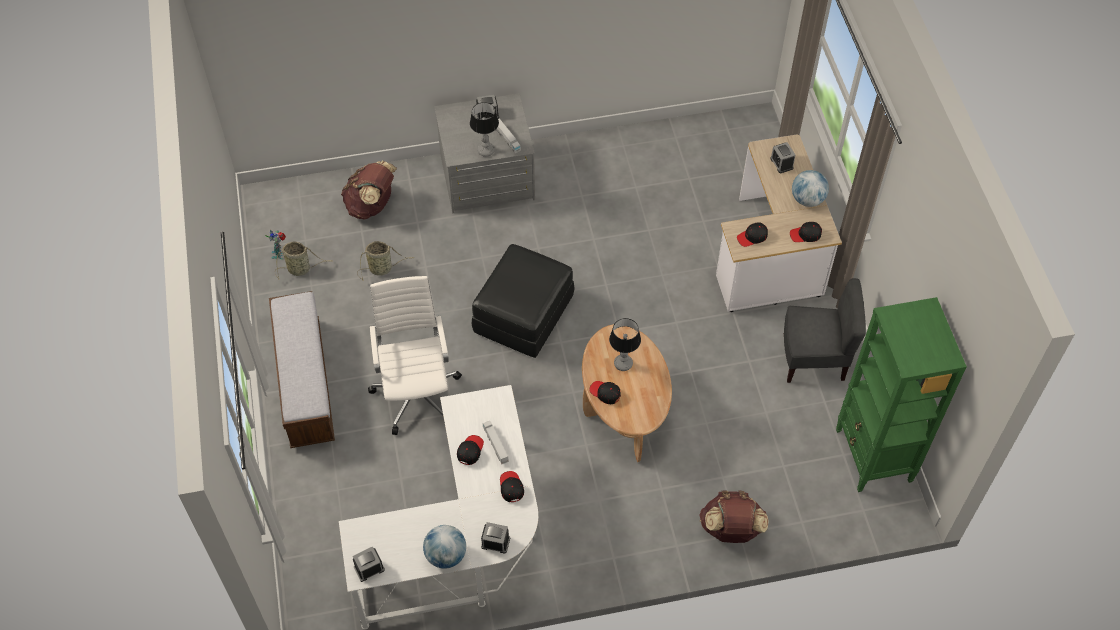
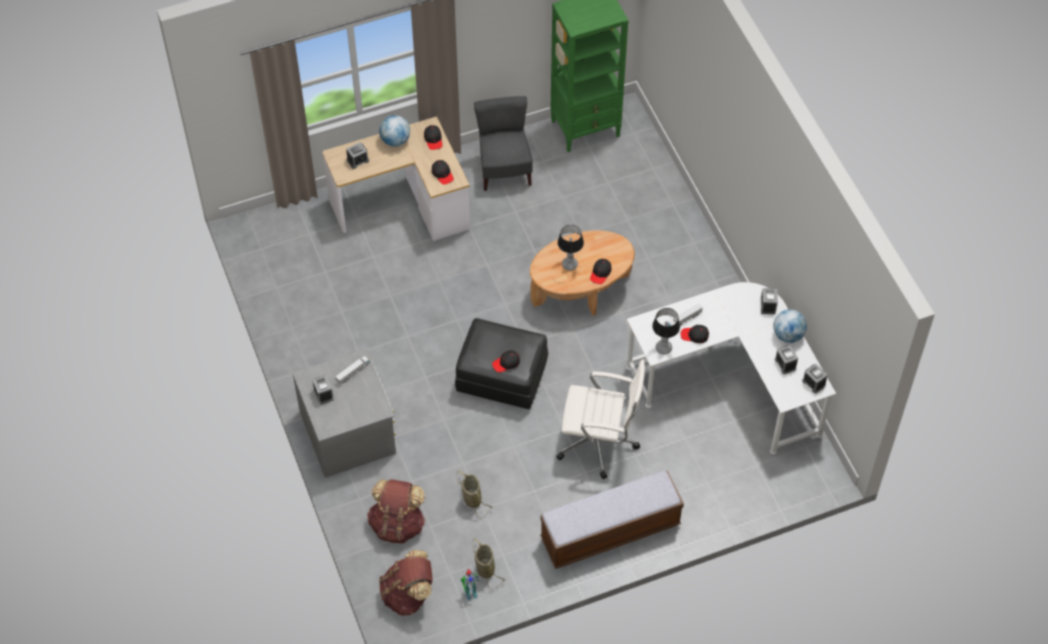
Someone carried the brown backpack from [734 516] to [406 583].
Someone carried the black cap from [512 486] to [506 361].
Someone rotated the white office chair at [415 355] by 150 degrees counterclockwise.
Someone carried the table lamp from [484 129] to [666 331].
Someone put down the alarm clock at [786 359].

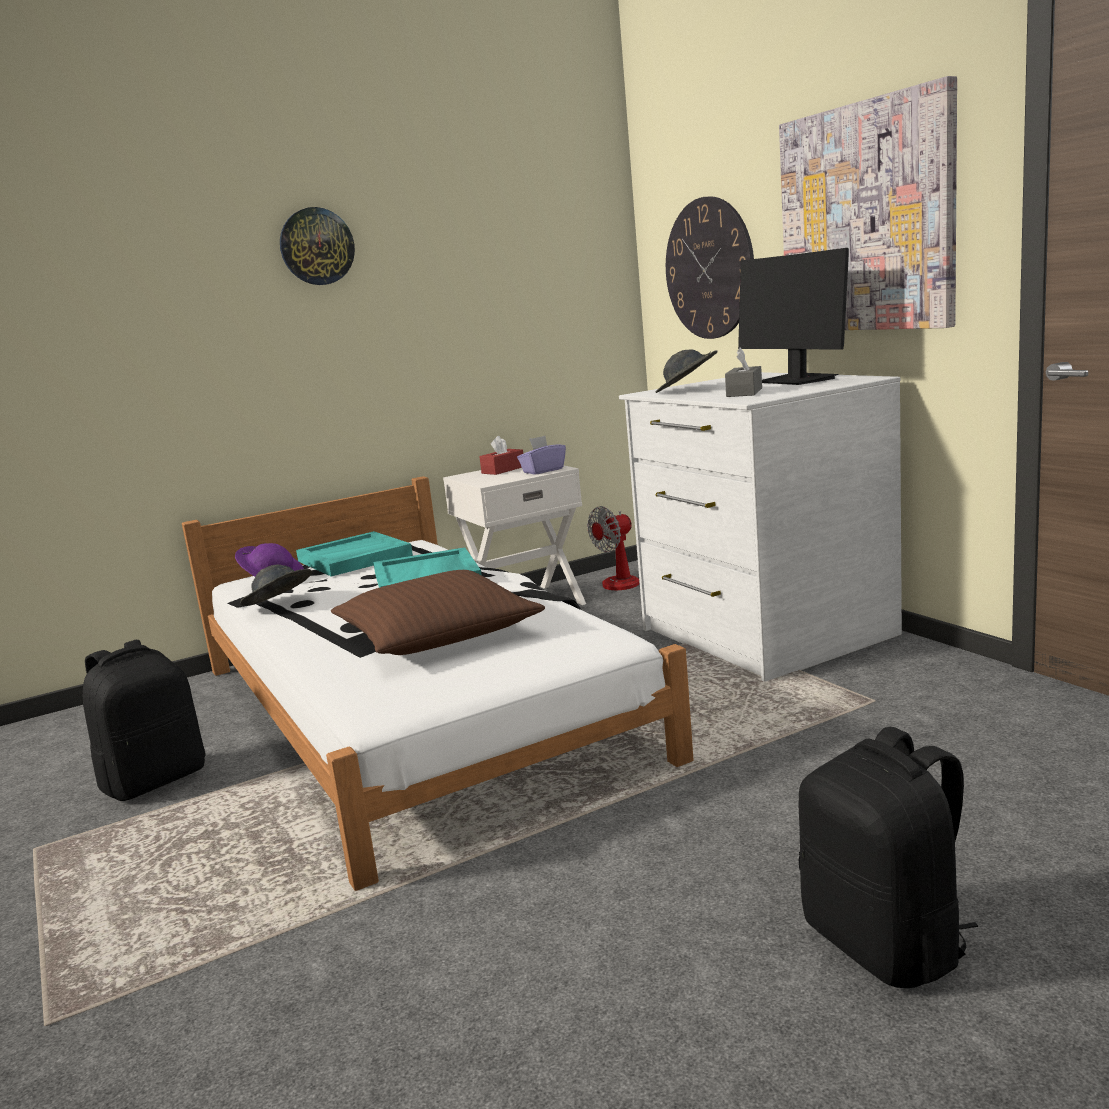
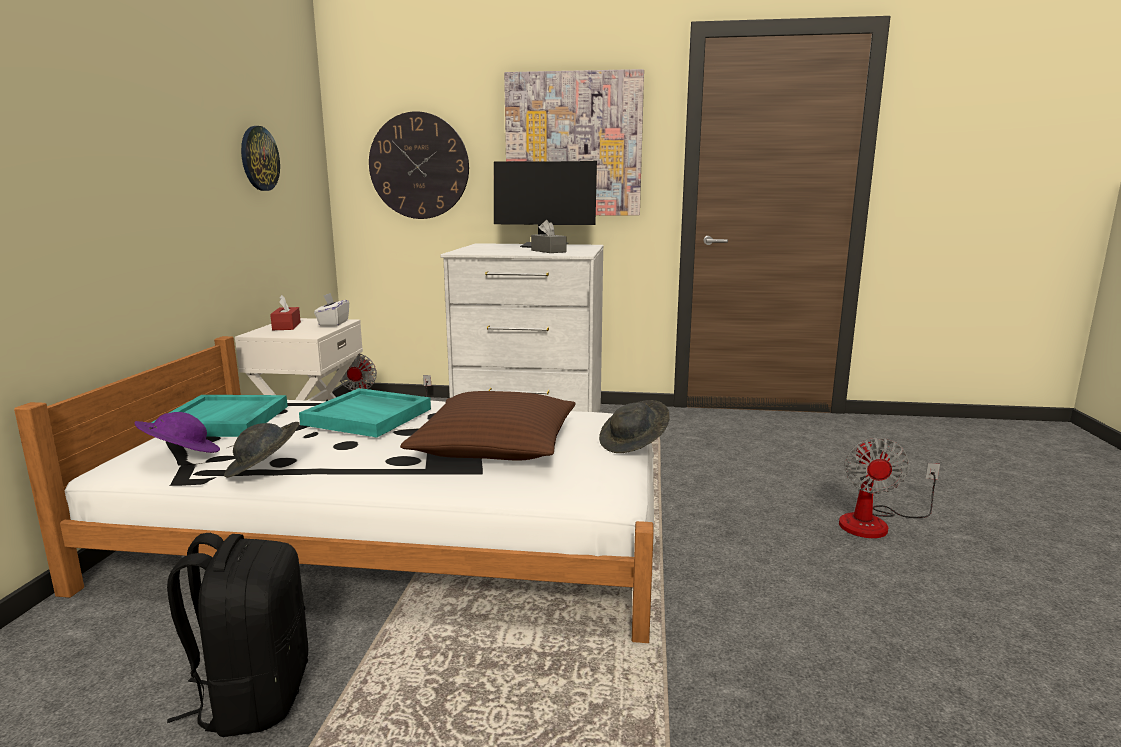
Someone carried the wall clock from [317 246] to [260 158].
Someone repainted the purple tissue box at [541 455], which became the white tissue box at [331 309].
Someone carried the grey hat from [687 371] to [634 426].
Someone swapped the black backpack at [888 857] for the fan at [889 487].

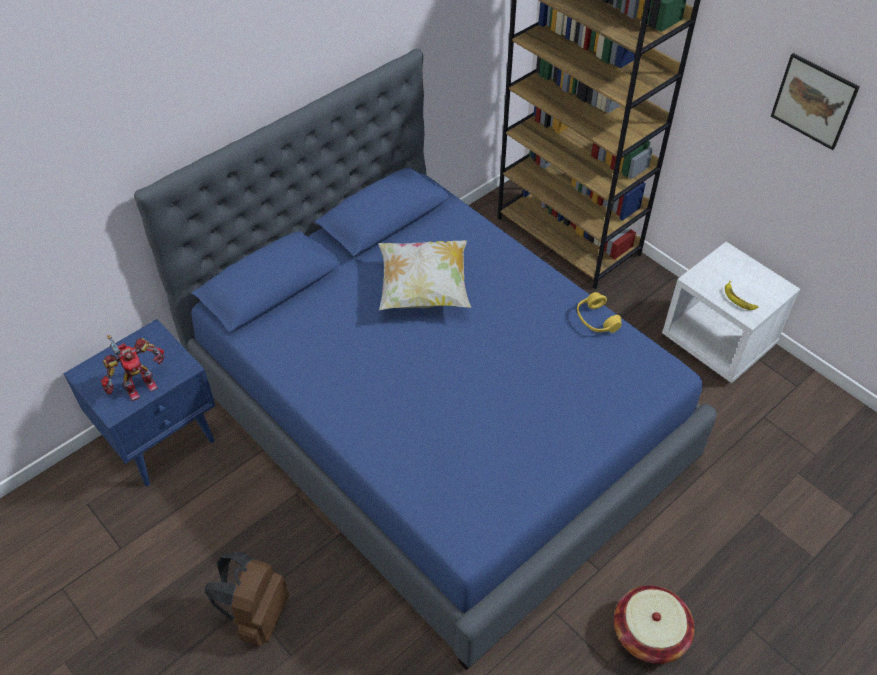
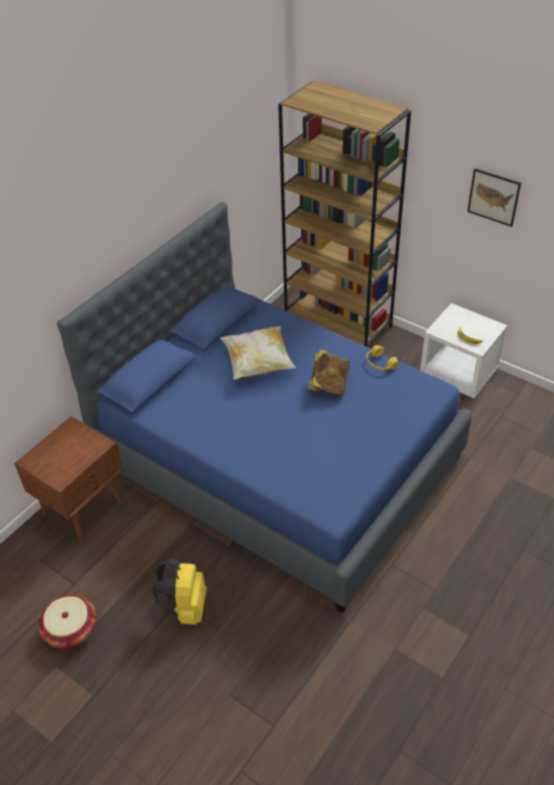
Someone repainted the blue nightstand at [139 403], which became the brown nightstand at [68 478].
Someone carried the basket from [654 625] to [67 621].
Someone repainted the brown backpack at [247 598], which became the yellow backpack at [179 592].
Someone put down the book at [329 373].
Someone took away the toy robot at [133 368].

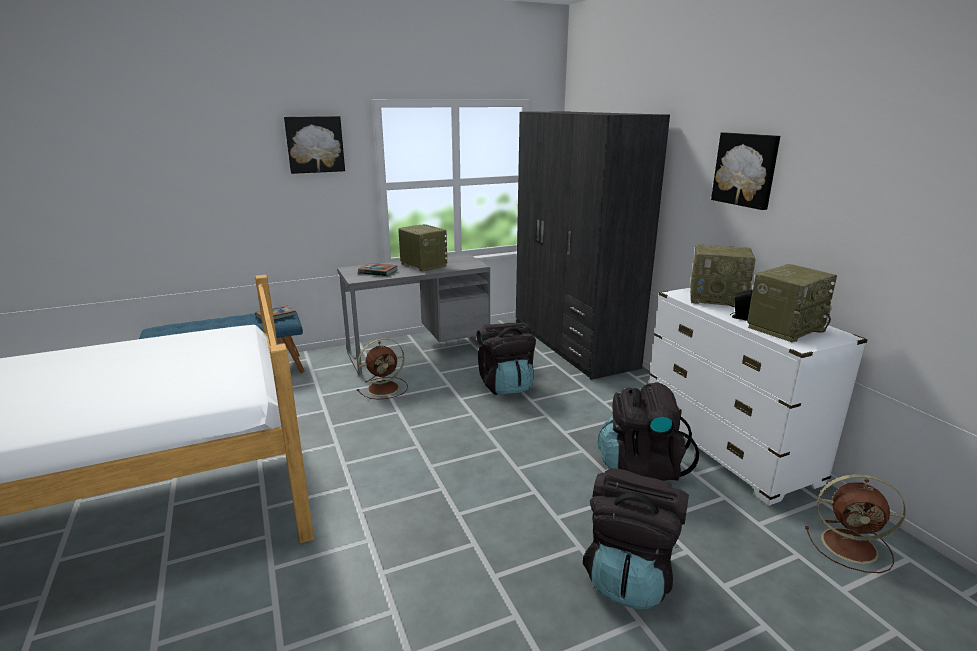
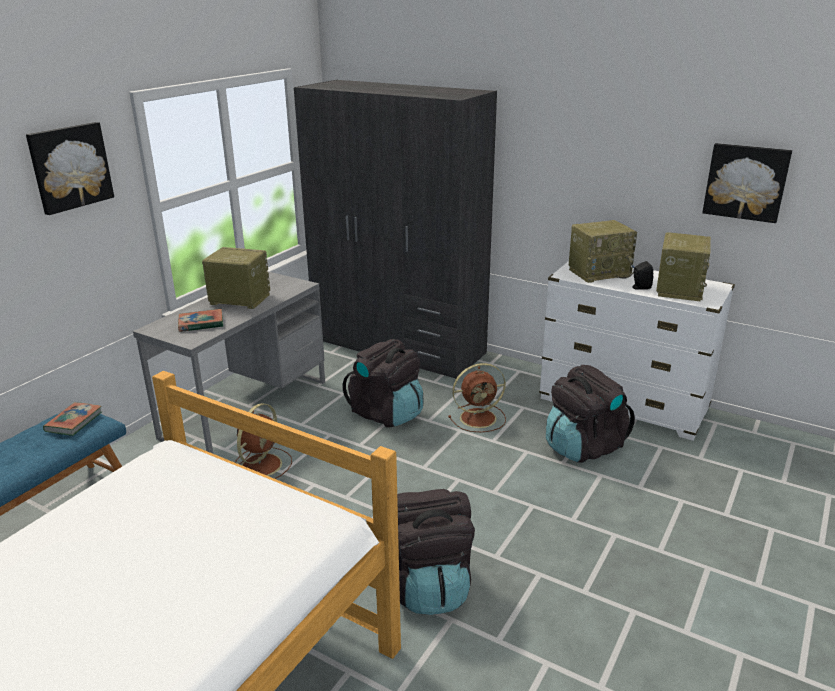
Someone carried the black backpack from [636 538] to [436 552].
Someone carried the brown fan from [855 523] to [477 397].
Someone carried the picture from [745 171] to [747 183].

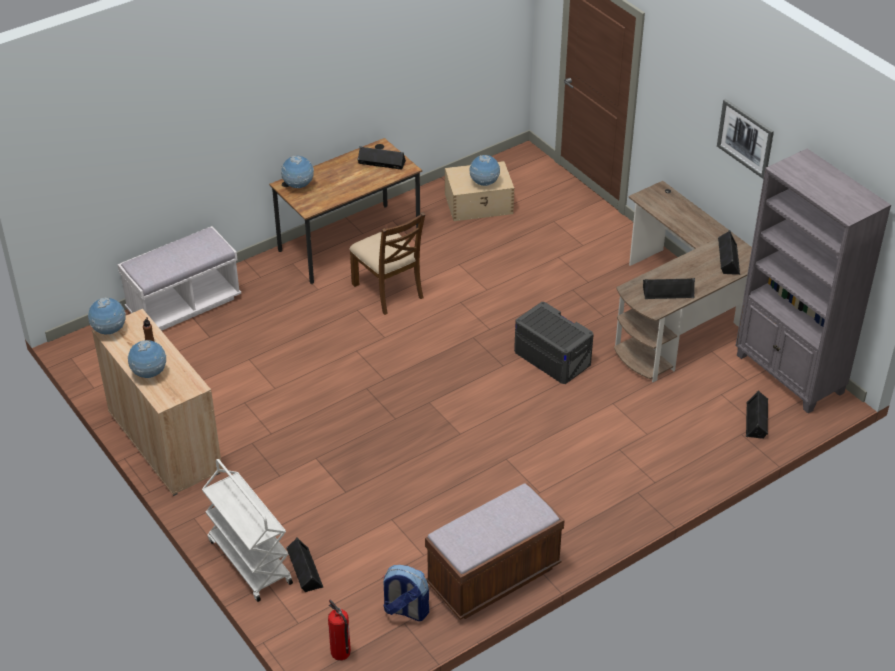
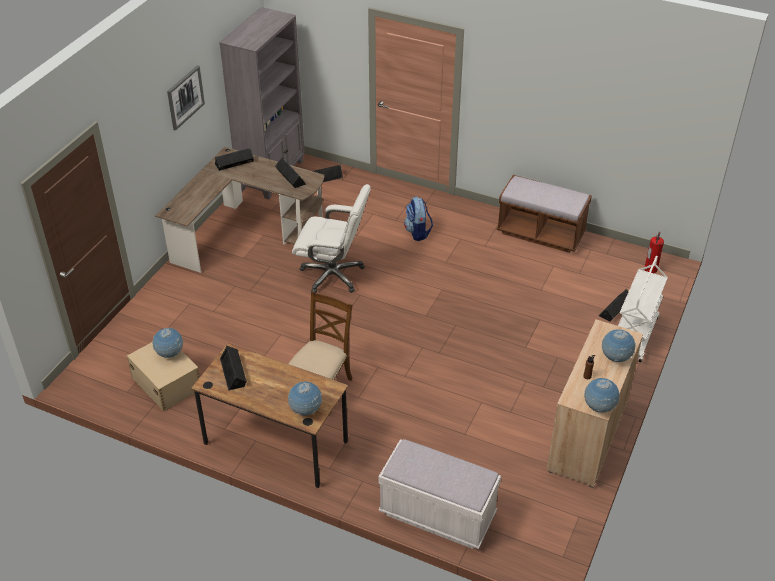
Someone swapped the grey storage box at [554 343] for the white office chair at [331 238].
Someone carried the backpack from [405 593] to [418 218].

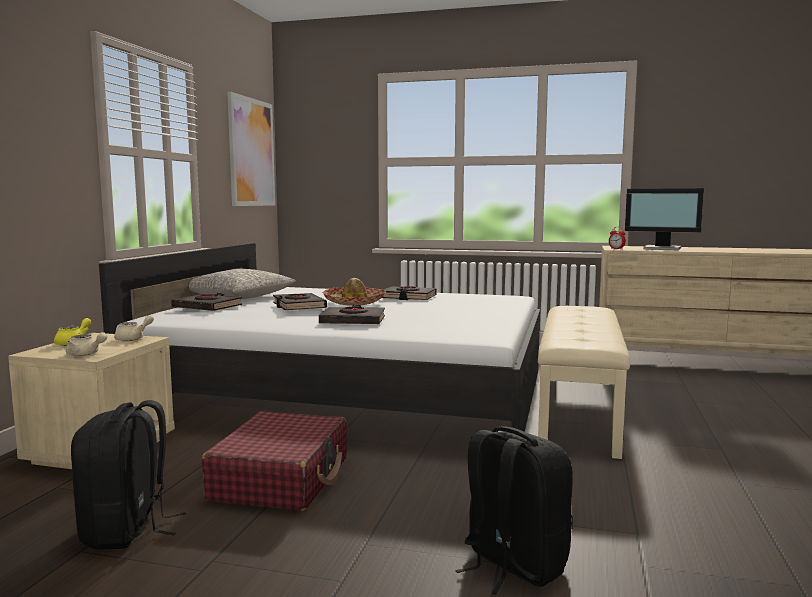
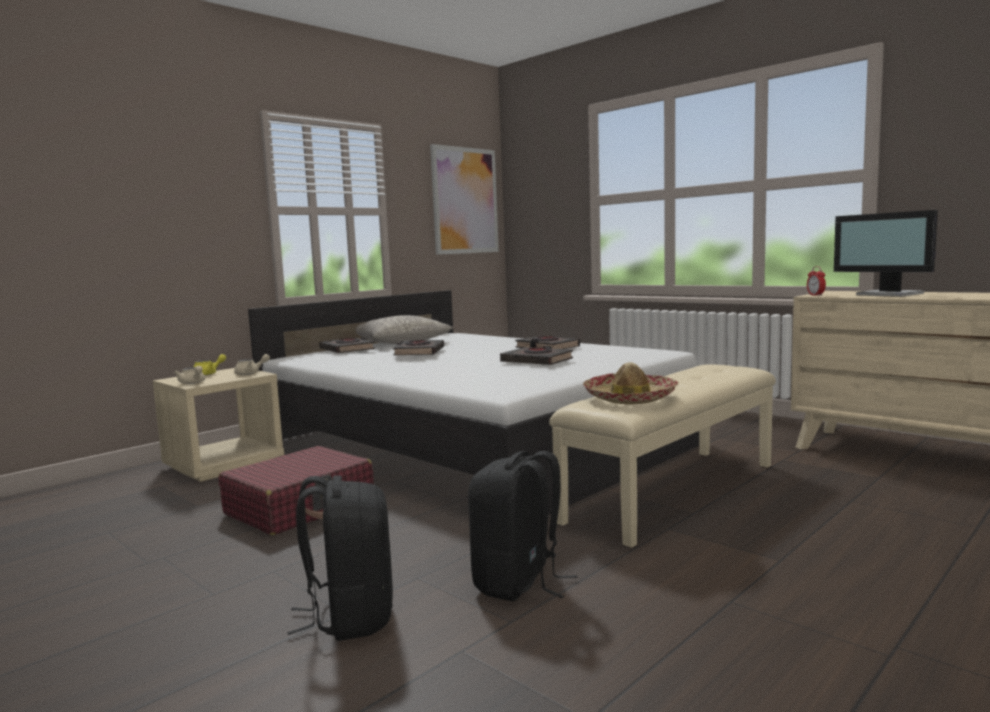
Someone carried the black backpack from [128 474] to [522 526].
Someone carried the black book from [352 314] to [536 355].
Someone carried the hat from [354 292] to [630 383].

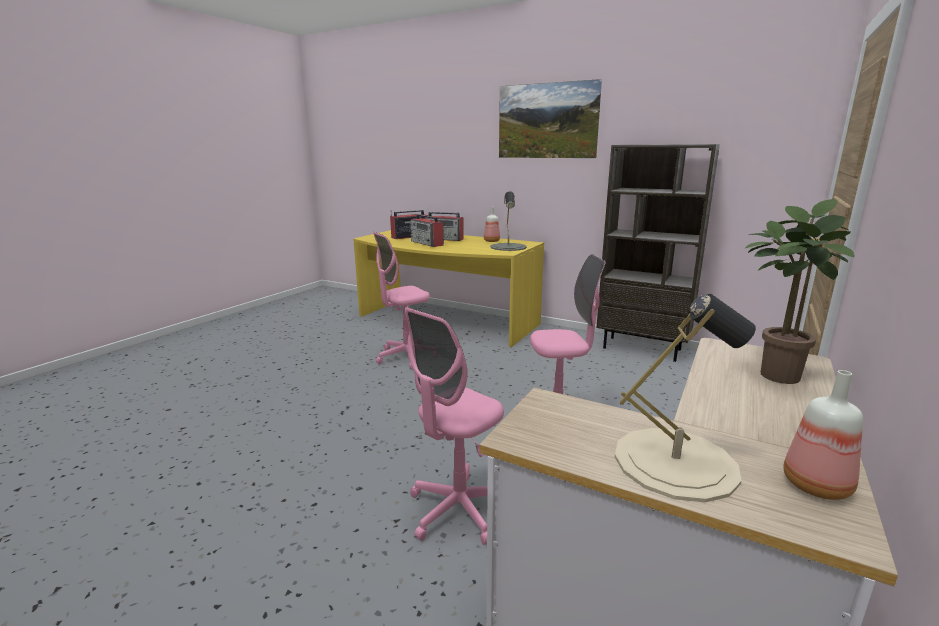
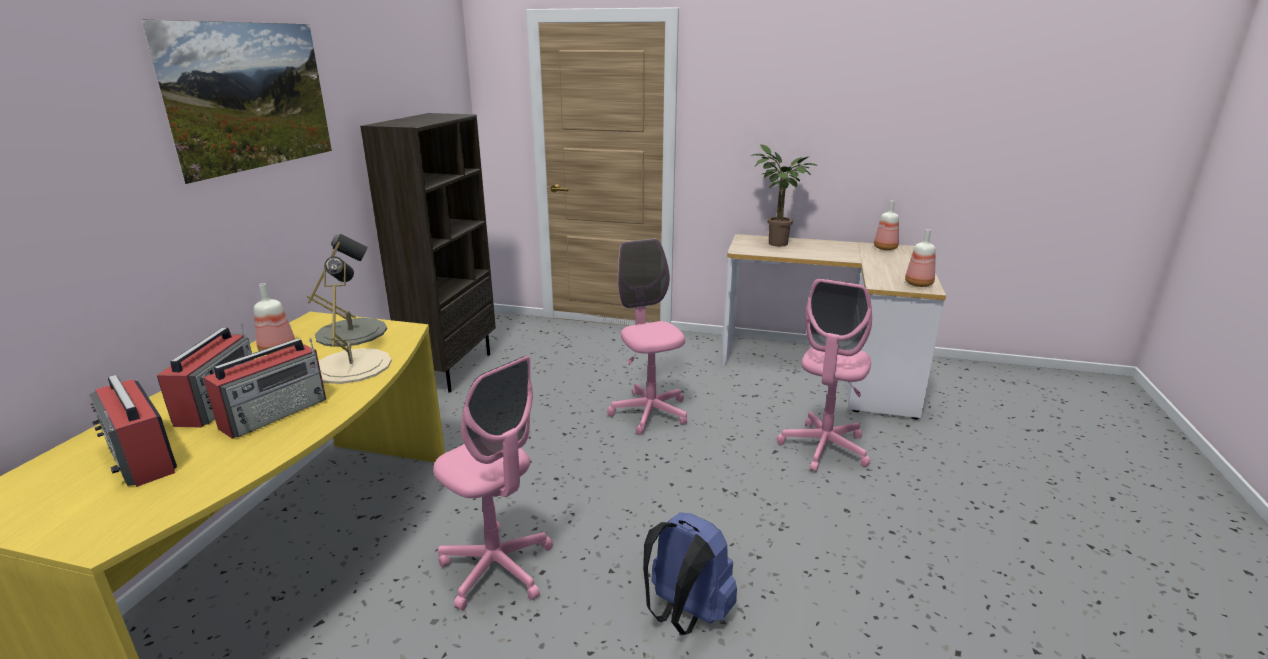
Someone carried the beige table lamp from [685 398] to [355 320].
Someone put down the blue backpack at [690 574].
Someone rotated the pink office chair at [454 426] by 90 degrees clockwise.
Someone put down the bottle at [920 258].

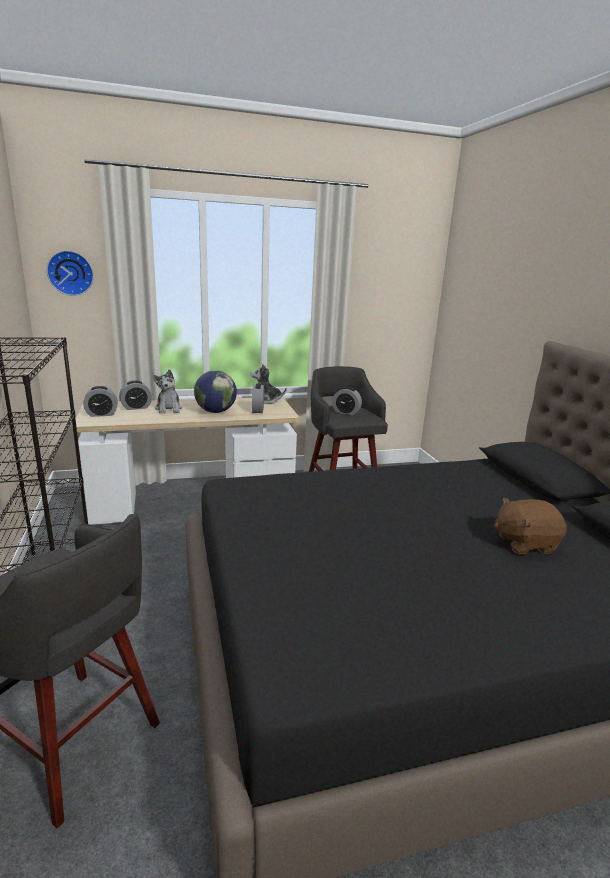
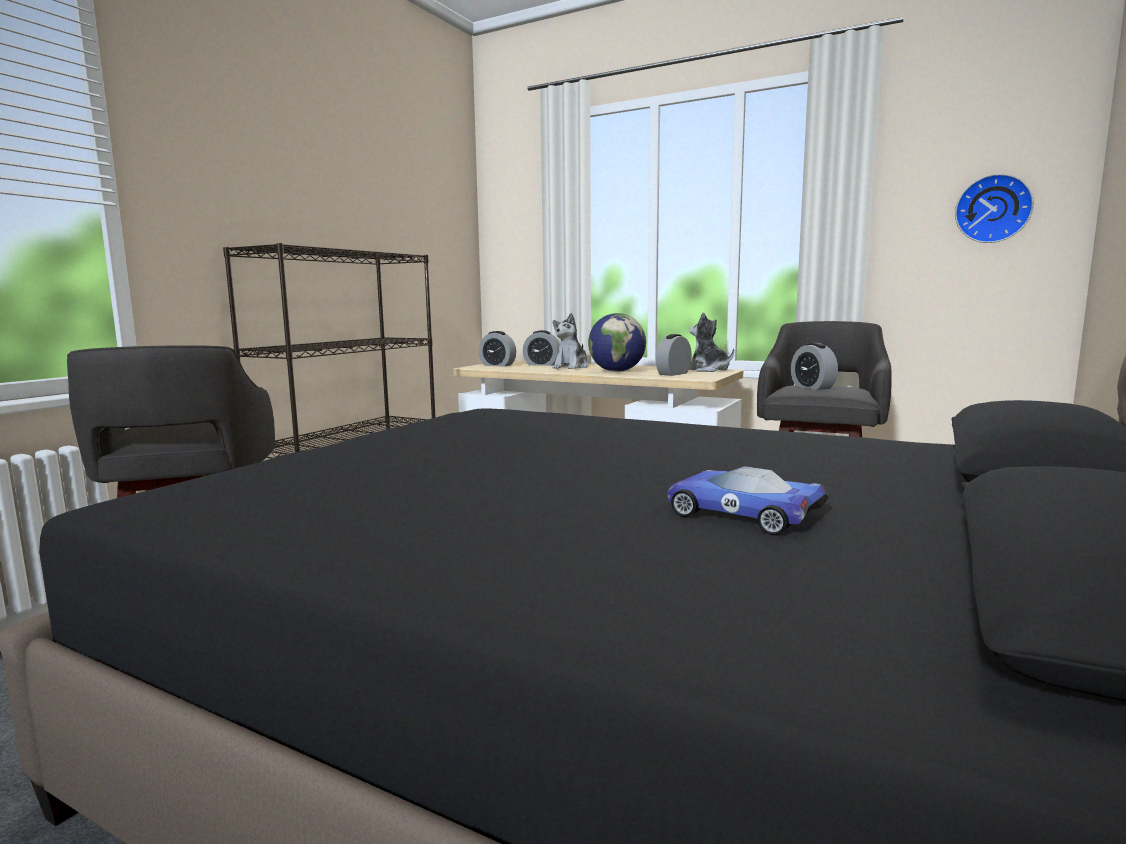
Someone swapped the brown plush toy at [530 525] for the toy car at [748 500].
Someone carried the wall clock from [70 273] to [994 208].

